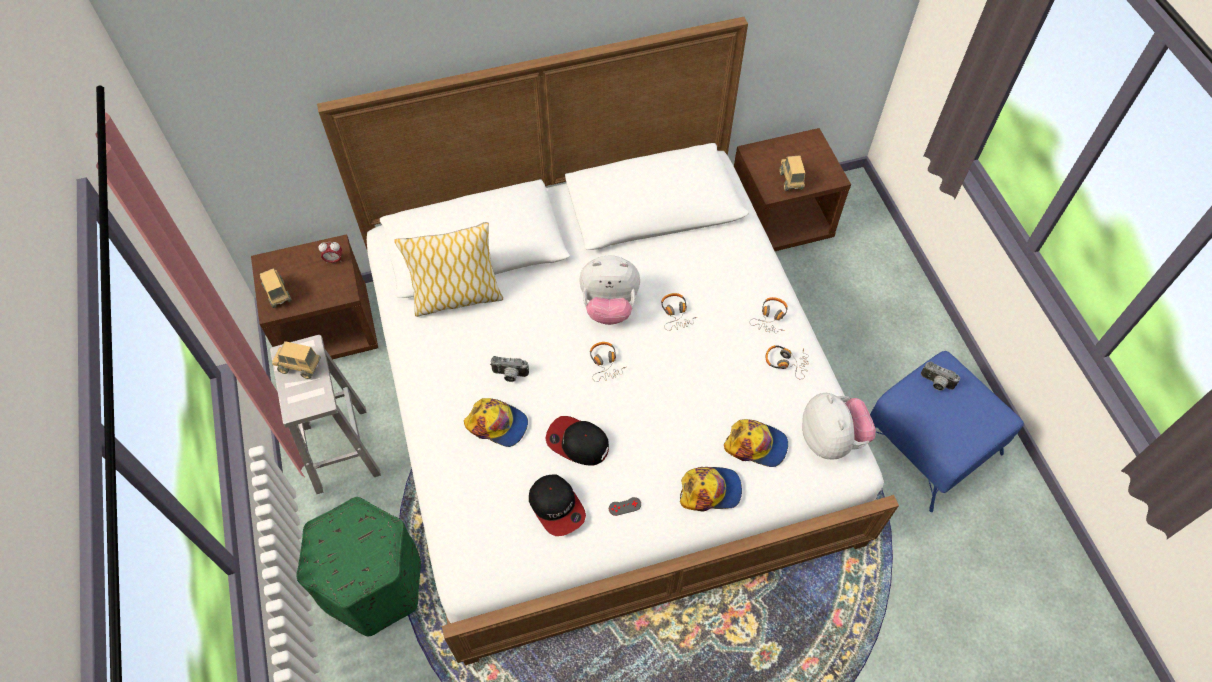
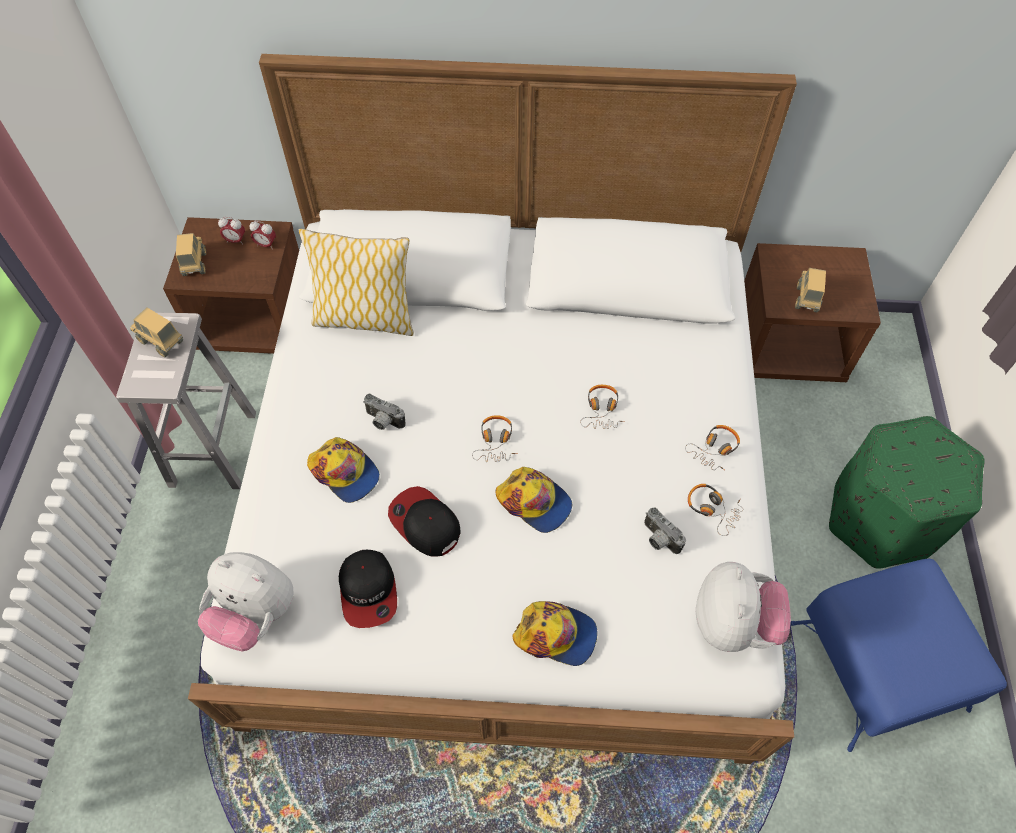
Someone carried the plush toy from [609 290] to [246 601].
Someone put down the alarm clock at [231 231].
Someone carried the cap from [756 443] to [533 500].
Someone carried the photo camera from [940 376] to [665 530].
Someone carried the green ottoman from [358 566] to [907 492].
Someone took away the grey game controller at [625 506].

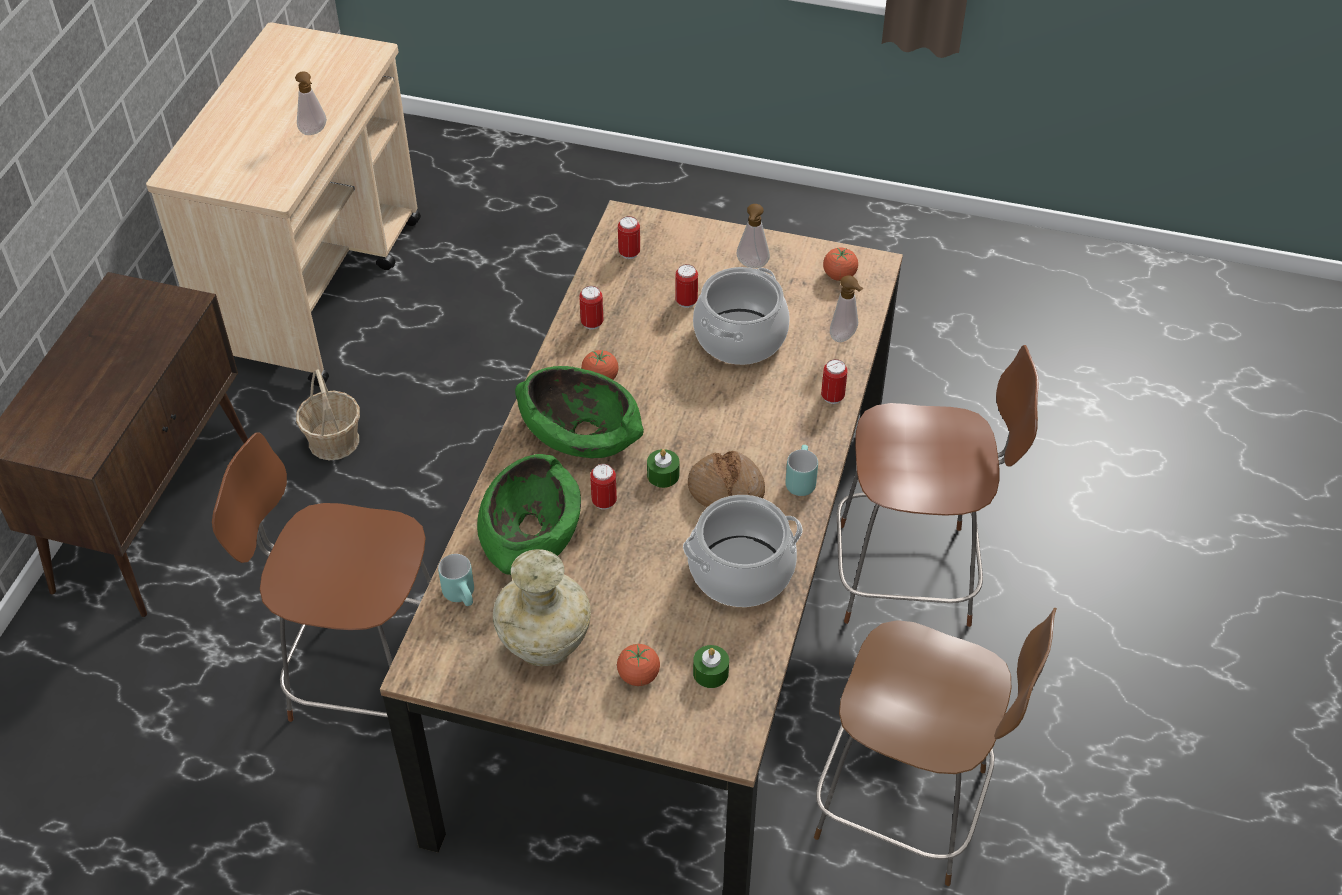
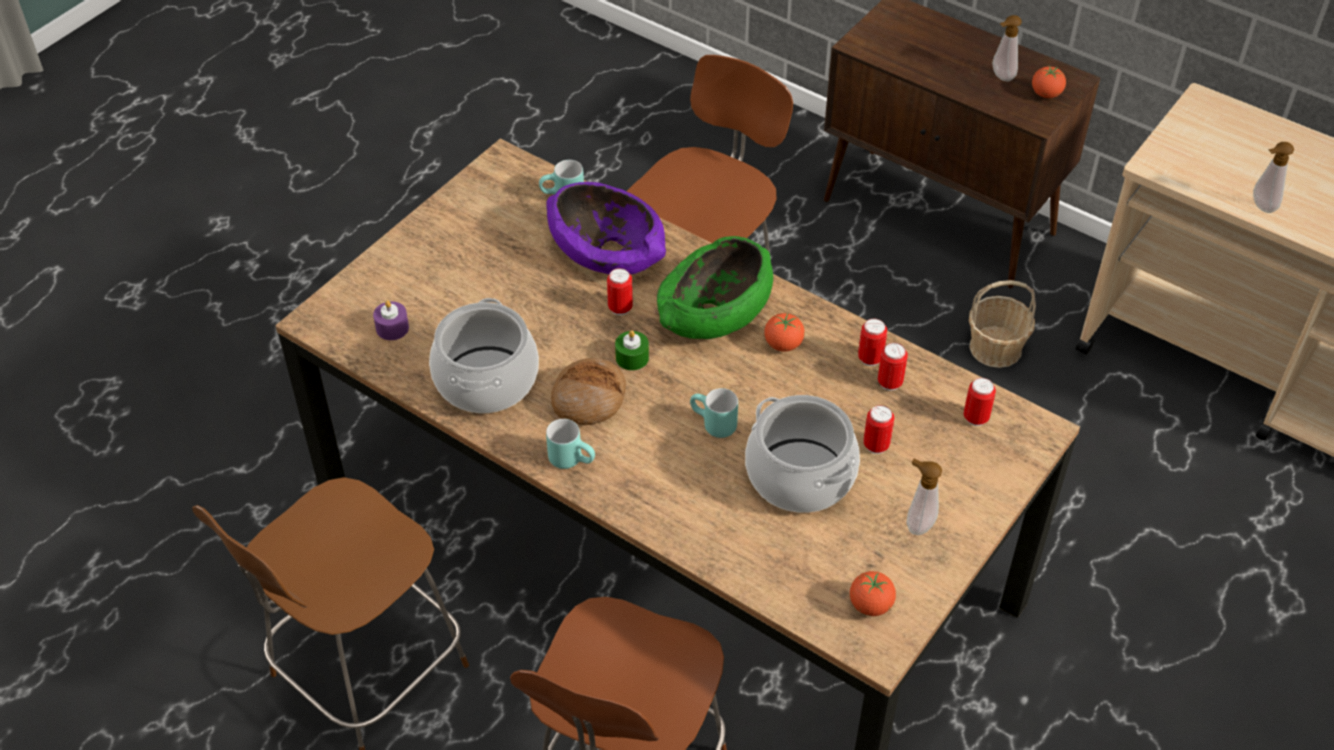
Someone repainted the green candle at [711 666], which became the purple candle at [391 320].
Someone repainted the green bowl at [529 514], which became the purple bowl at [606 228].
Someone put down the turquoise mug at [714 413].
Someone carried the can from [834 381] to [893 367].
Someone carried the soap dispenser from [847 308] to [1007 48].
Someone carried the tomato from [638 665] to [1049 81].
Someone took away the beige vase at [542 607].

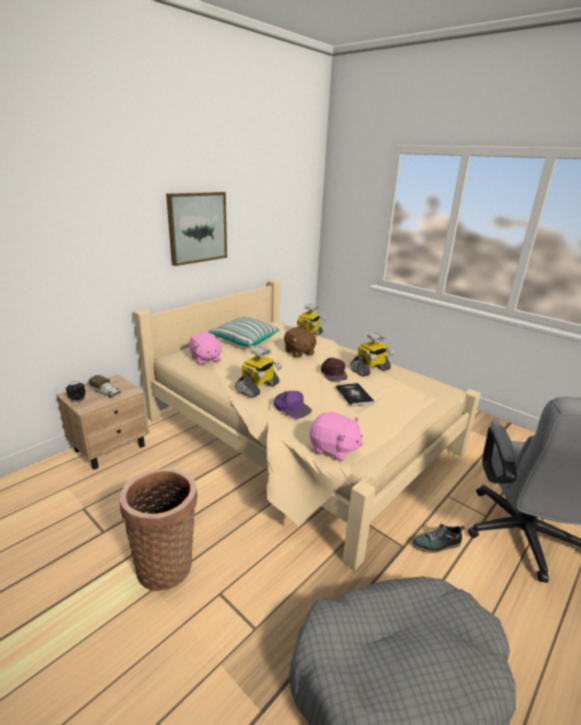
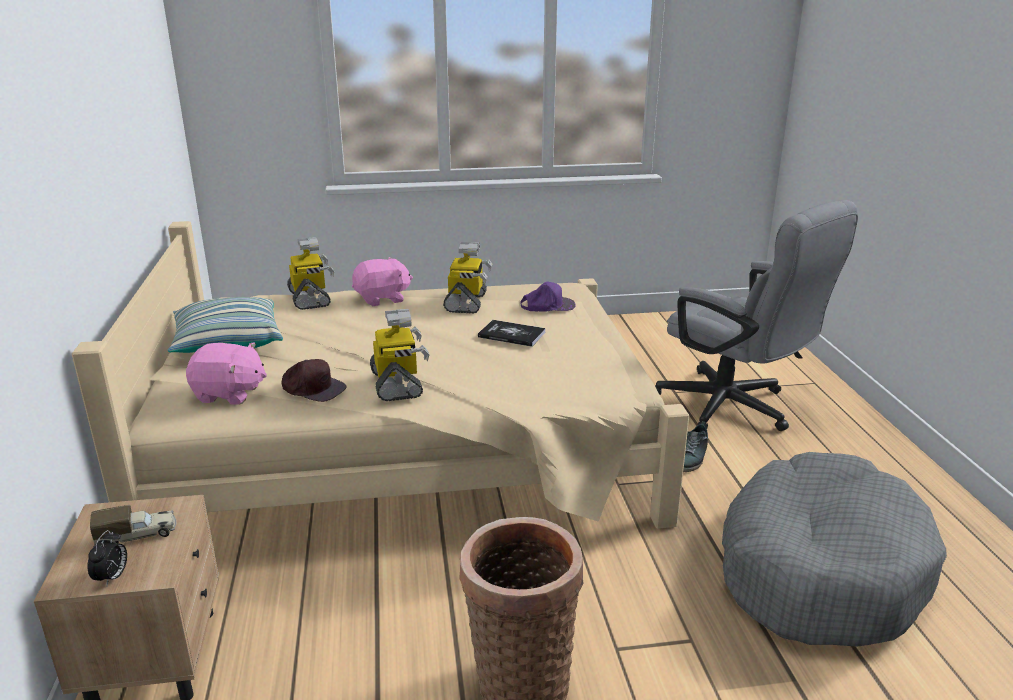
Someone carried the brown cap from [334 369] to [314 380].
Someone carried the pink plush toy from [337 436] to [382 281].
Someone carried the purple cap from [293 405] to [548 296].
Someone took away the picture at [196 229].
Someone took away the brown plush toy at [301 342].

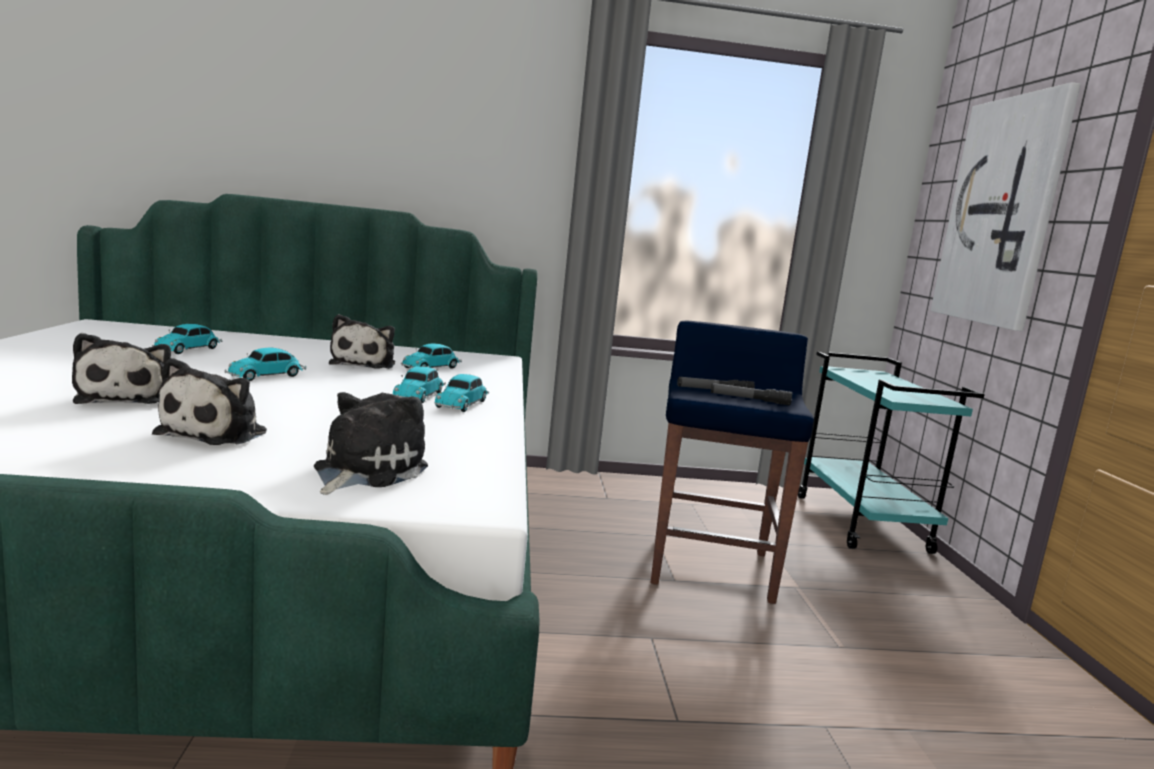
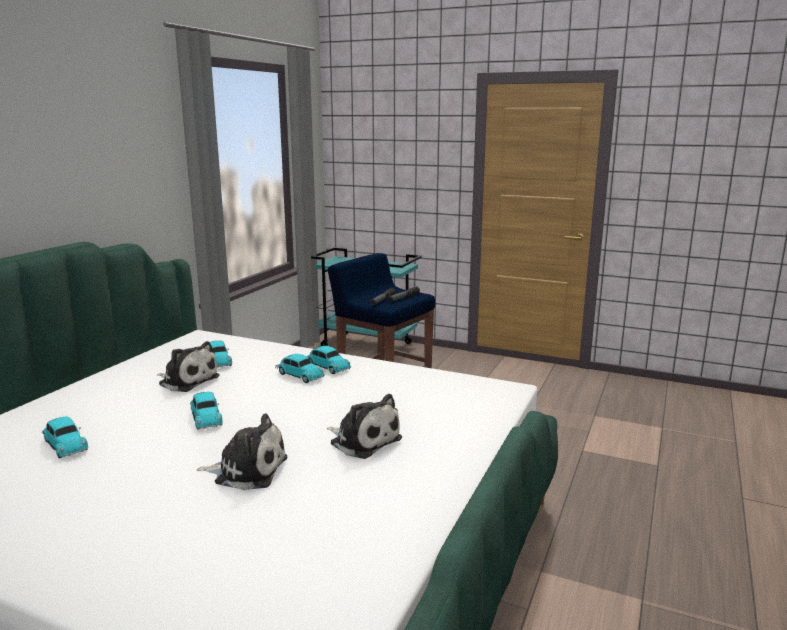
Someone took away the plush toy at [371 443].
Someone took away the picture at [1006 206].

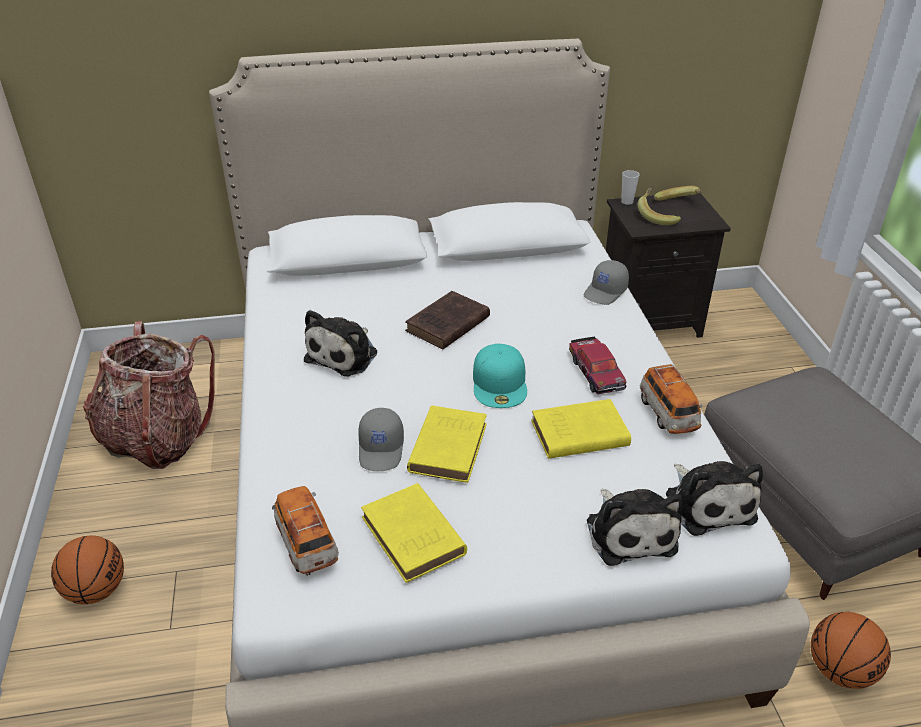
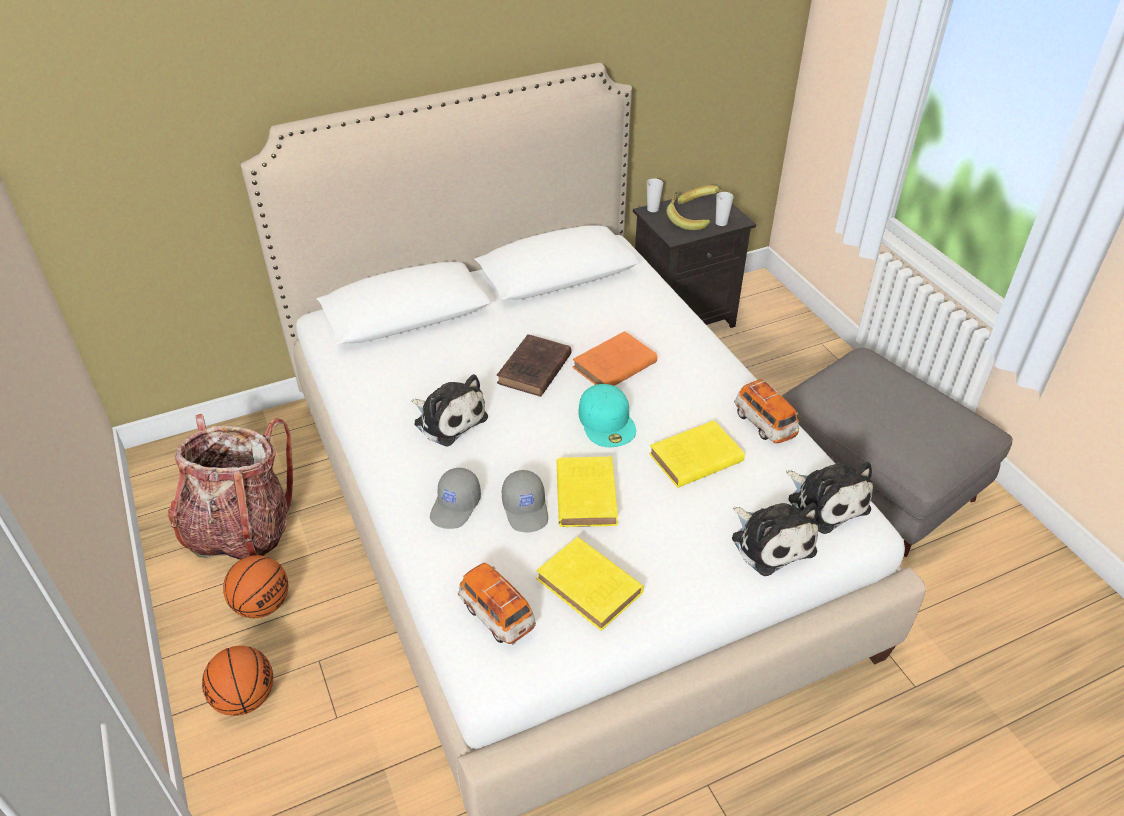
Someone carried the basketball from [851 650] to [255 586].
Someone rotated the plush toy at [340 343] by 60 degrees counterclockwise.
Someone carried the grey cap from [606 282] to [455 498].
Someone put down the orange book at [615 358].
Someone put down the cup at [725 209].
Someone took away the toy car at [597 365].

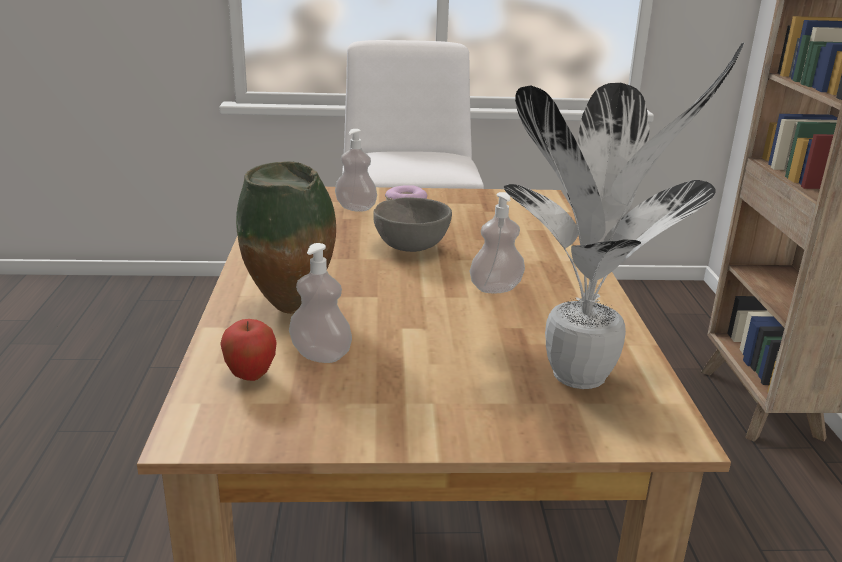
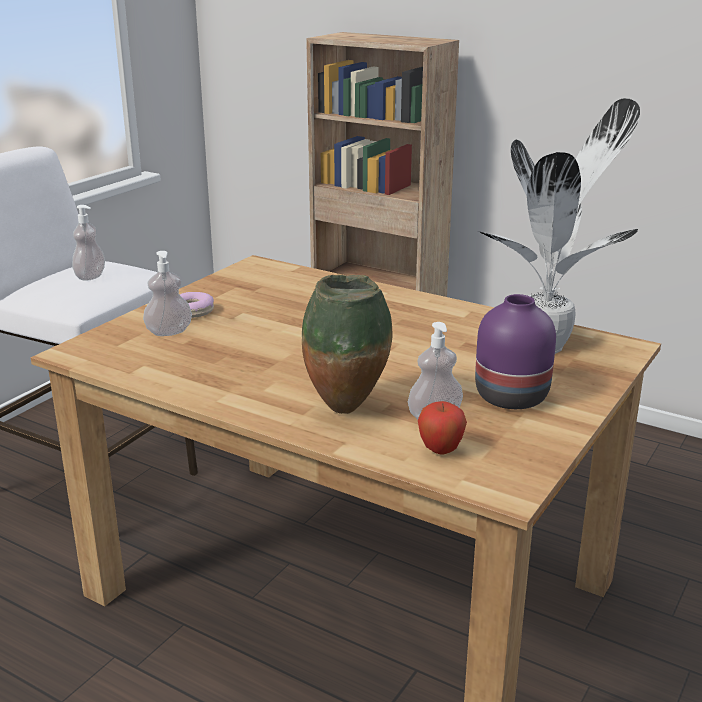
Someone carried the soap dispenser from [497 242] to [88 243].
Someone put down the purple vase at [515 351].
Someone took away the grey bowl at [412 224].

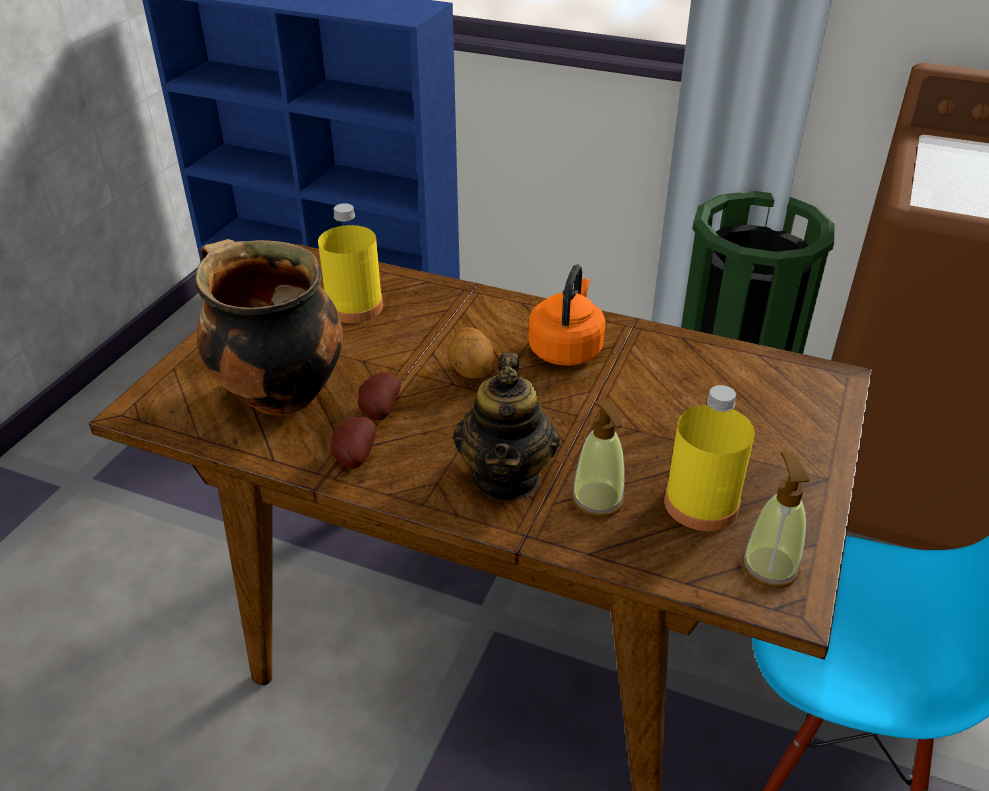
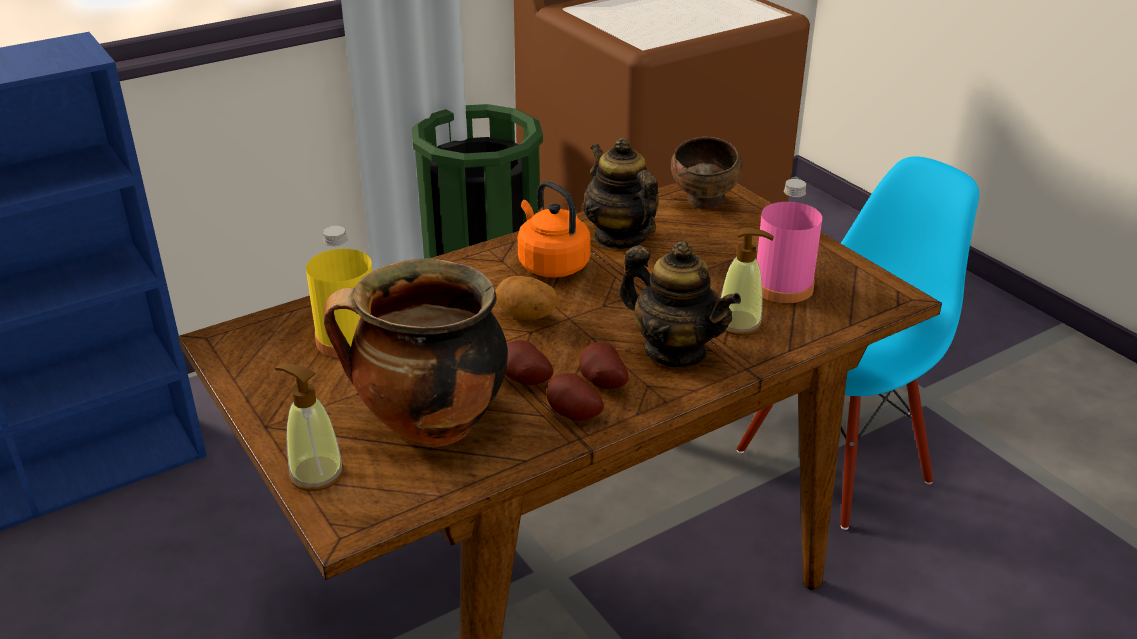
Someone carried the soap dispenser from [775 519] to [309 427].
Someone put down the potato at [604 365].
Someone put down the teapot at [621 193].
Someone put down the brown bowl at [707 173].
Someone repainted the yellow bottle at [709 458], which became the pink bottle at [789 241].

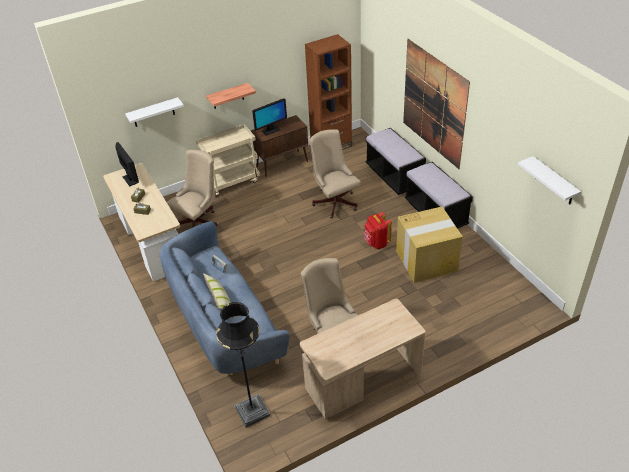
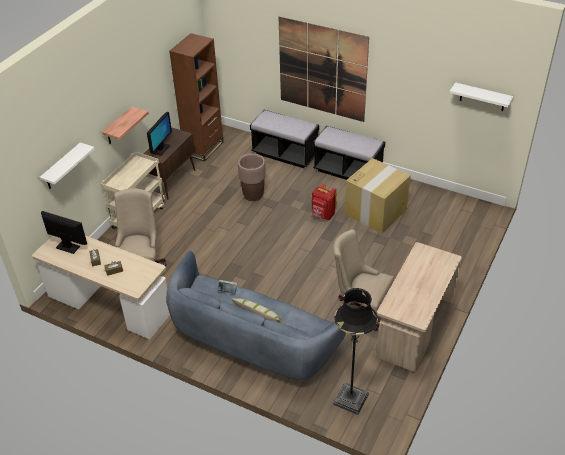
Someone swapped the beige office chair at [335 173] for the brown planter at [252 177].

